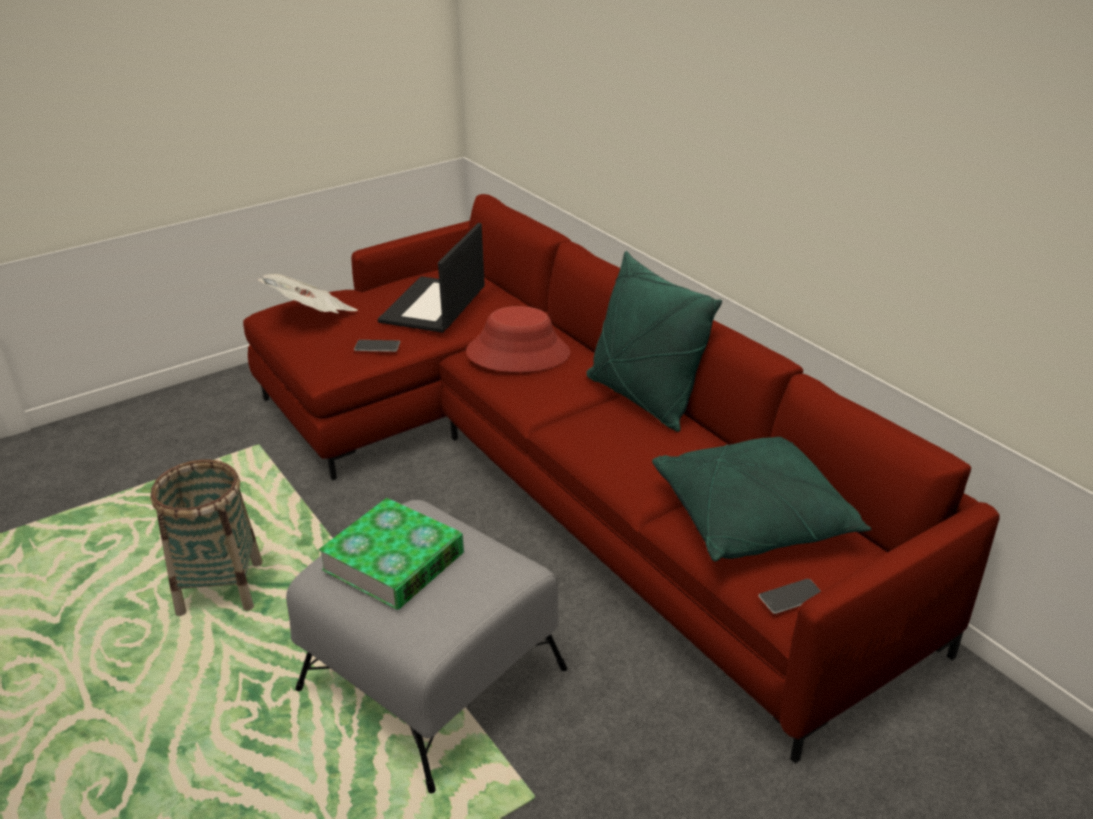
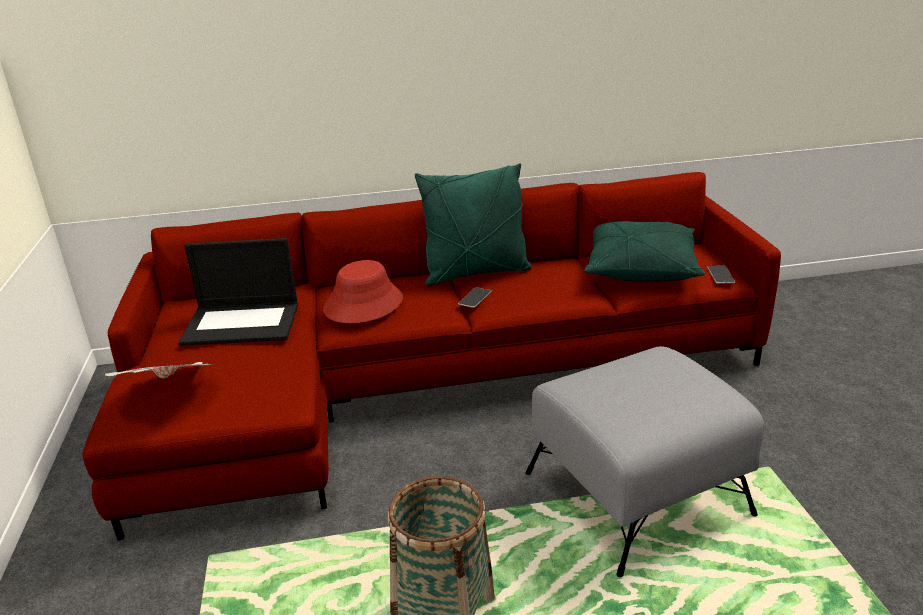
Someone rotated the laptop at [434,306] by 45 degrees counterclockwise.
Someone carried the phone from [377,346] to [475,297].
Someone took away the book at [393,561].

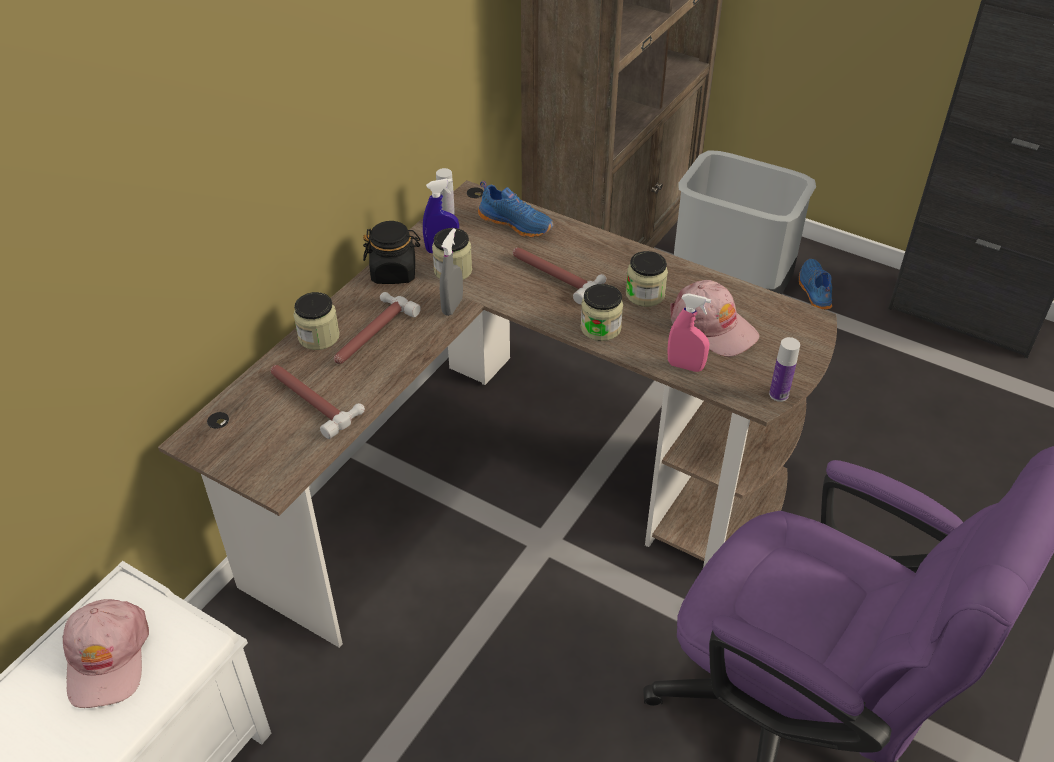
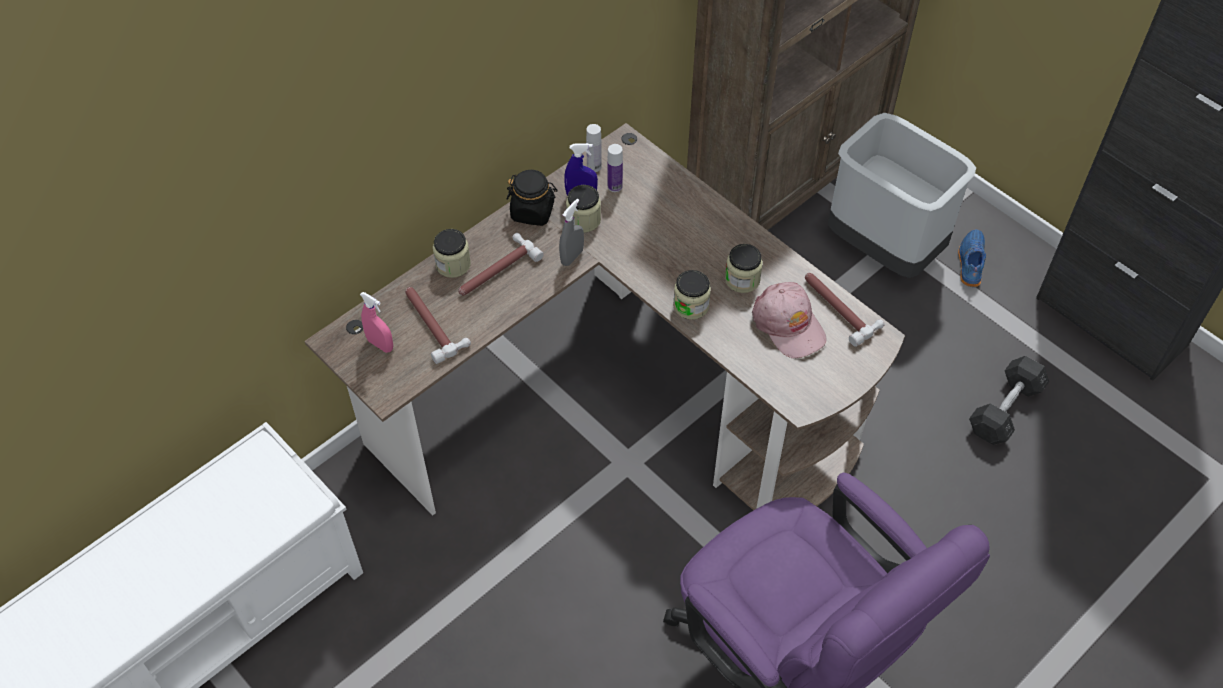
Someone took away the shoe (blue) at [516,223].
Someone carried the hammer from [554,274] to [838,307].
Someone carried the spray bottle (pink) from [685,366] to [380,344].
Someone carried the bottle from [778,394] to [615,186].
Someone took away the cap (pink) at [107,658].
Someone put down the dumbbell (grey) at [1005,409].

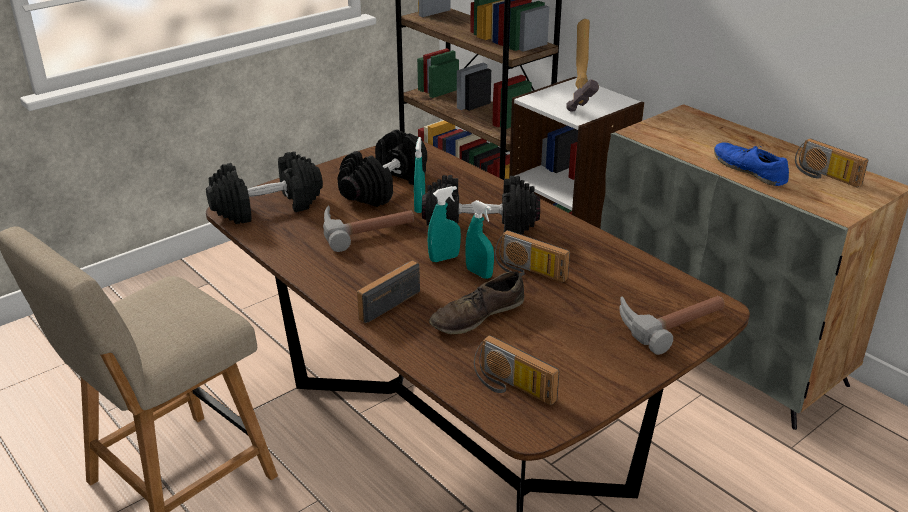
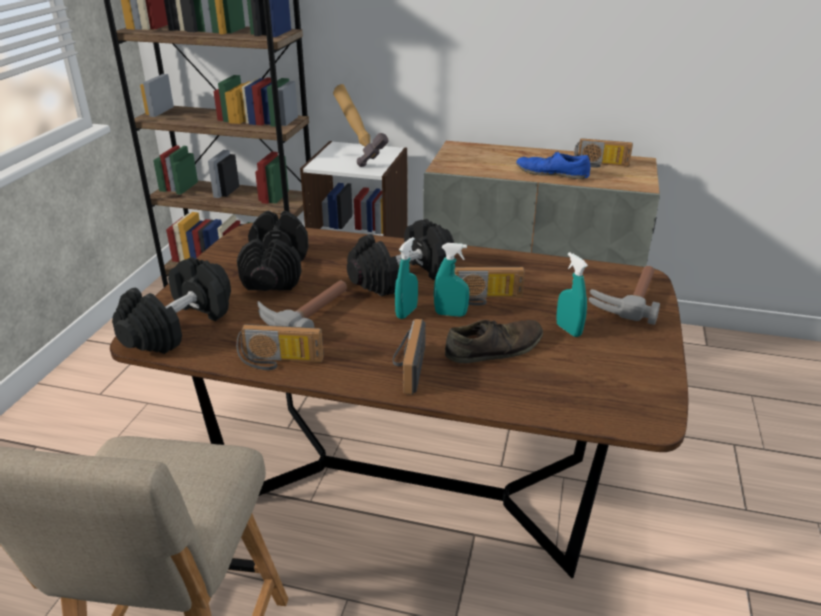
Someone carried the spray bottle (turquoise) from [419,207] to [568,330].
Someone rotated the shoe (brown) at [477,315] by 135 degrees counterclockwise.
Someone carried the radio from [511,387] to [279,362].

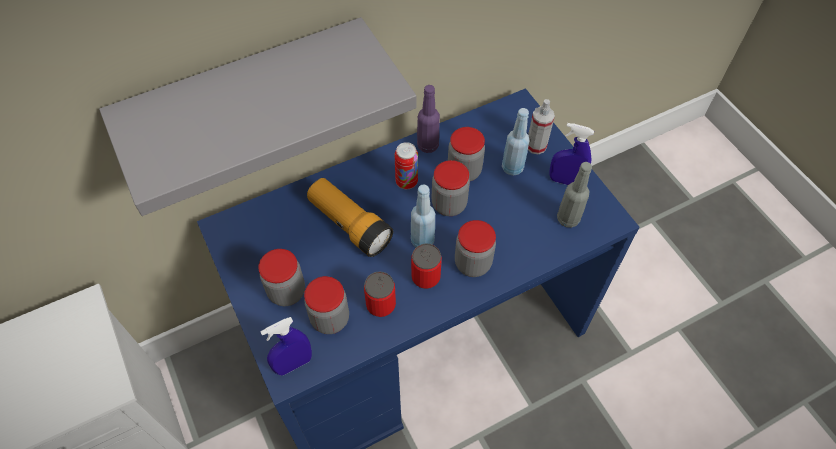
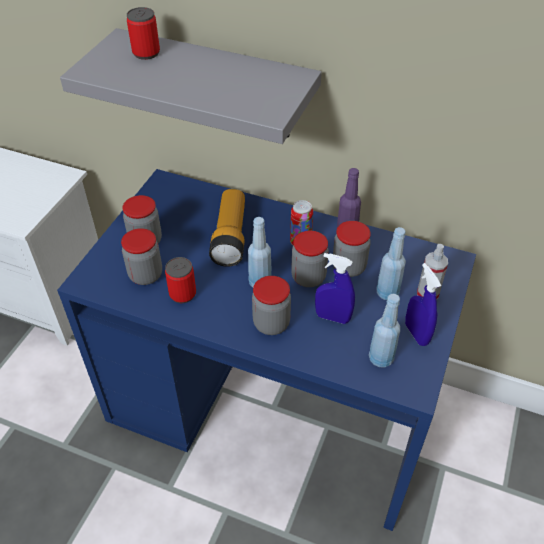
Someone repainted the bottle (grey) at [568,219], which became the bottle (blue) at [381,358].
Someone carried the can from [425,277] to [146,53].
Someone carried the spray bottle (blue) from [293,364] to [332,317].

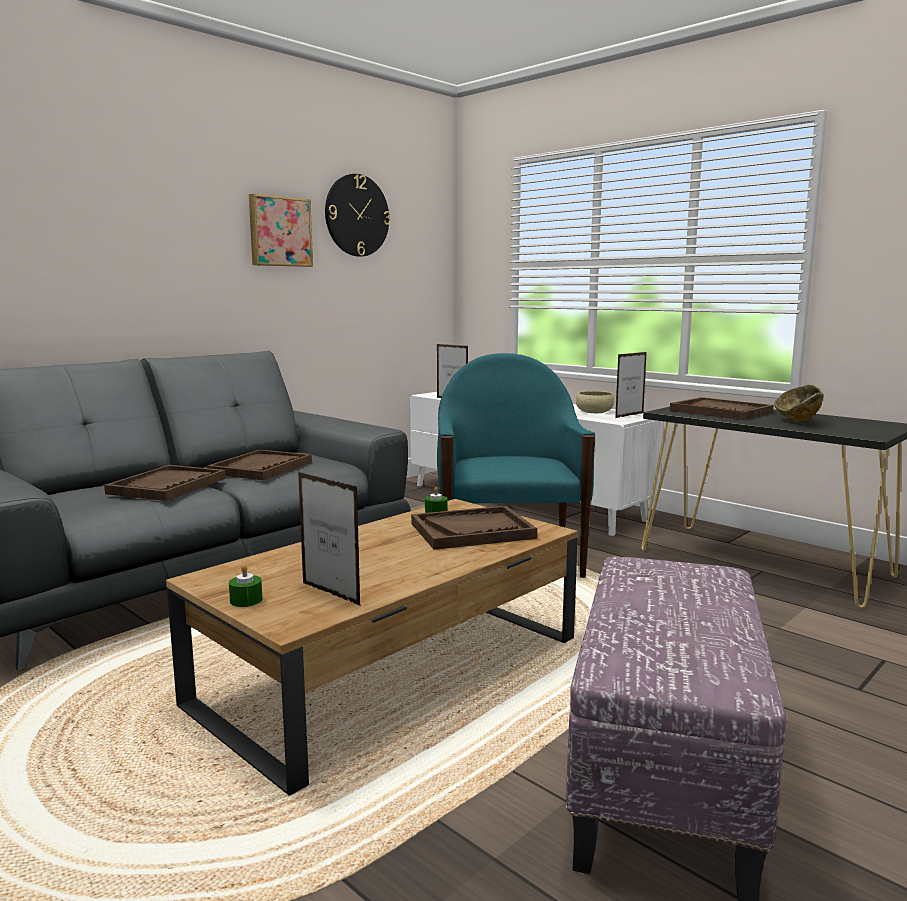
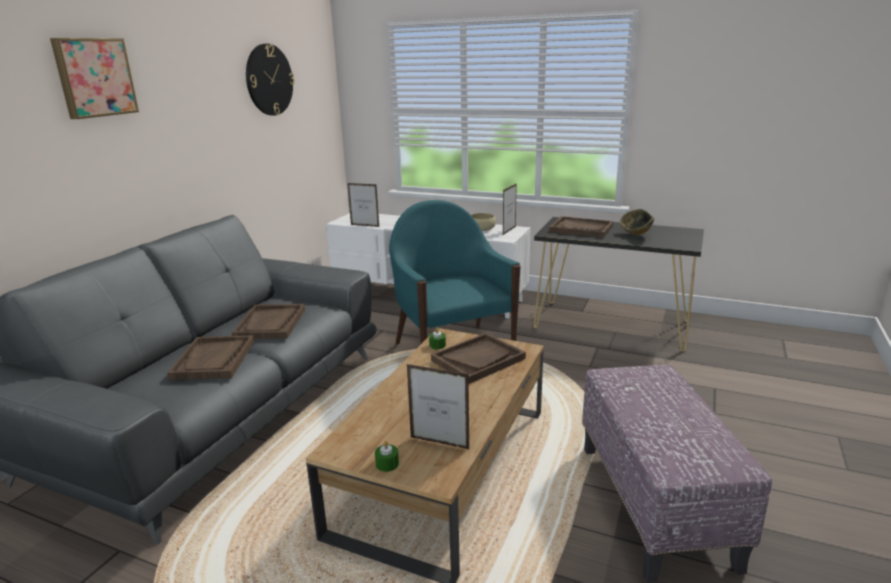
Someone carried the picture from [279,231] to [94,77].

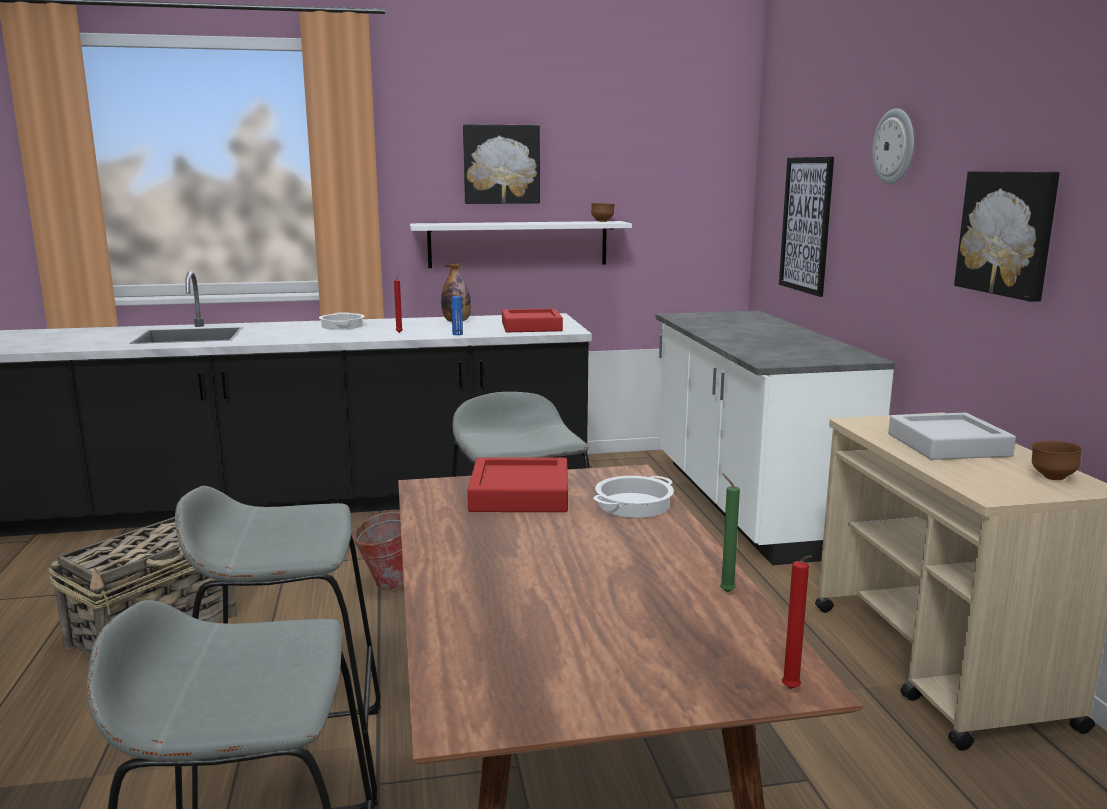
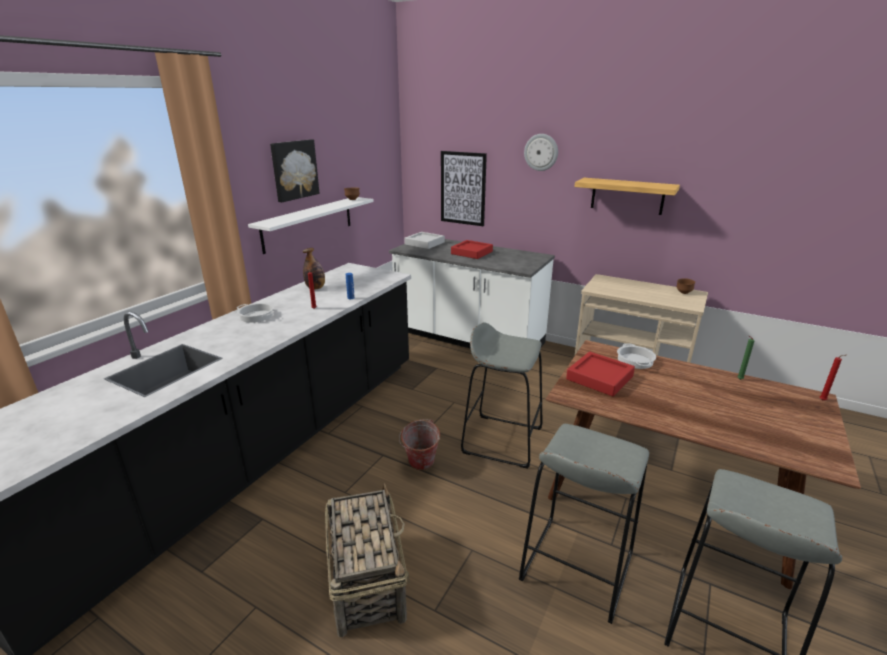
Someone swapped the picture at [1008,233] for the shelf at [627,196].
Someone carried the tray (red) from [531,327] to [471,252].
Someone carried the tray (grey) from [948,445] to [424,243].

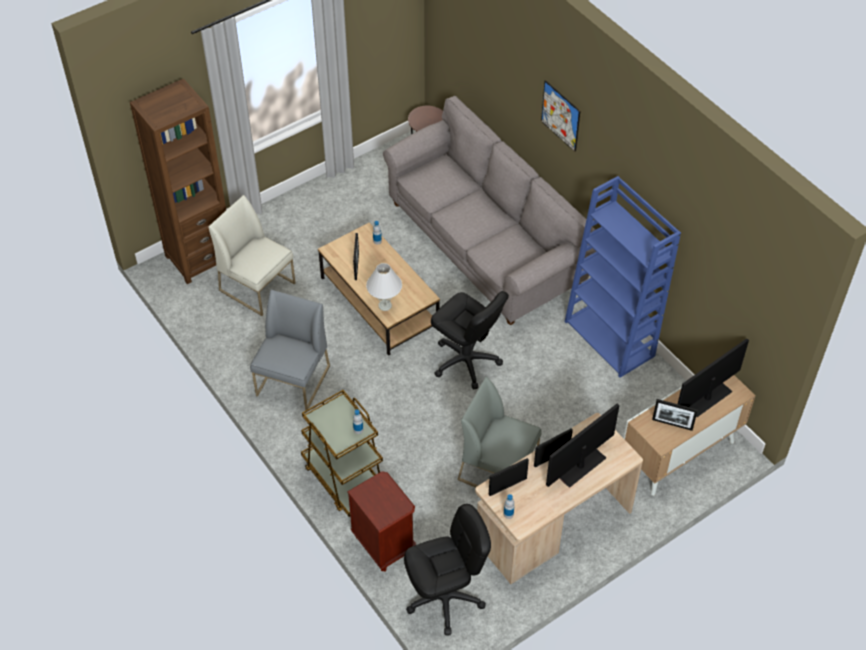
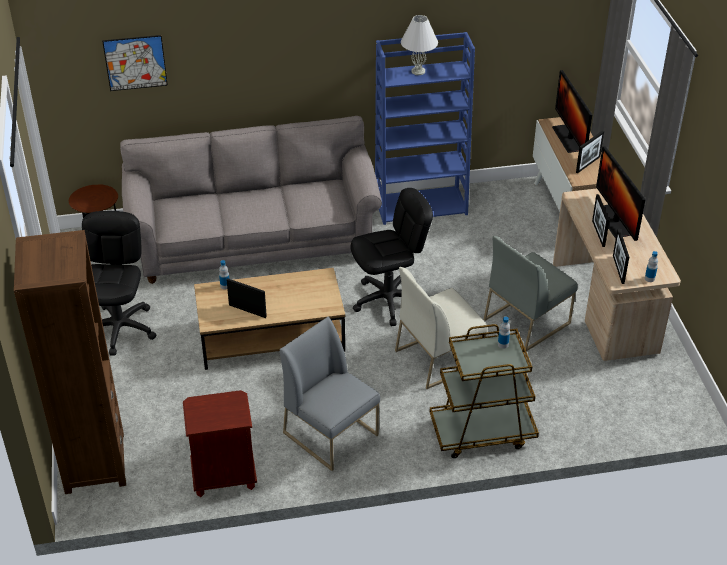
Someone carried the picture from [560,116] to [135,62].
Someone carried the chair (white) from [258,286] to [439,357].
Someone carried the table lamp (white) from [384,305] to [418,71].
Someone carried the nightstand (brown) from [384,544] to [224,477].
Someone carried the office chair (black) from [445,598] to [120,328].

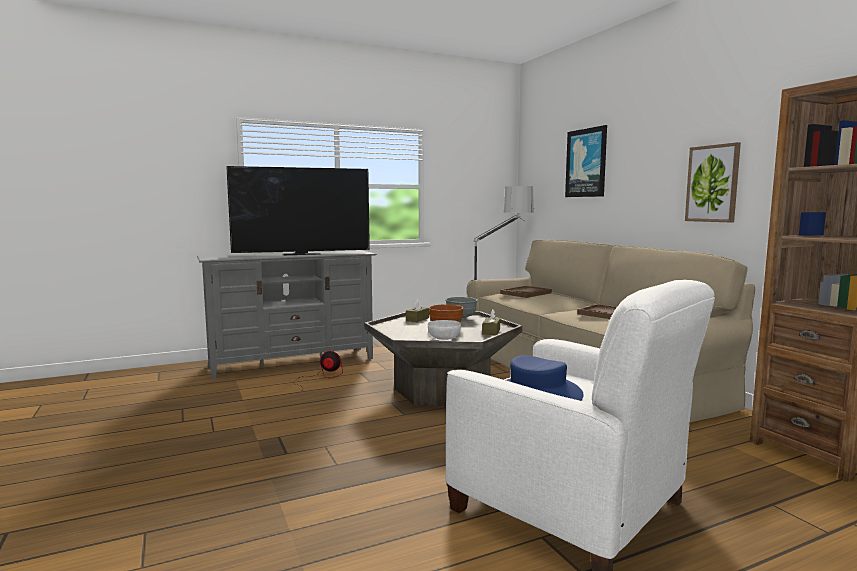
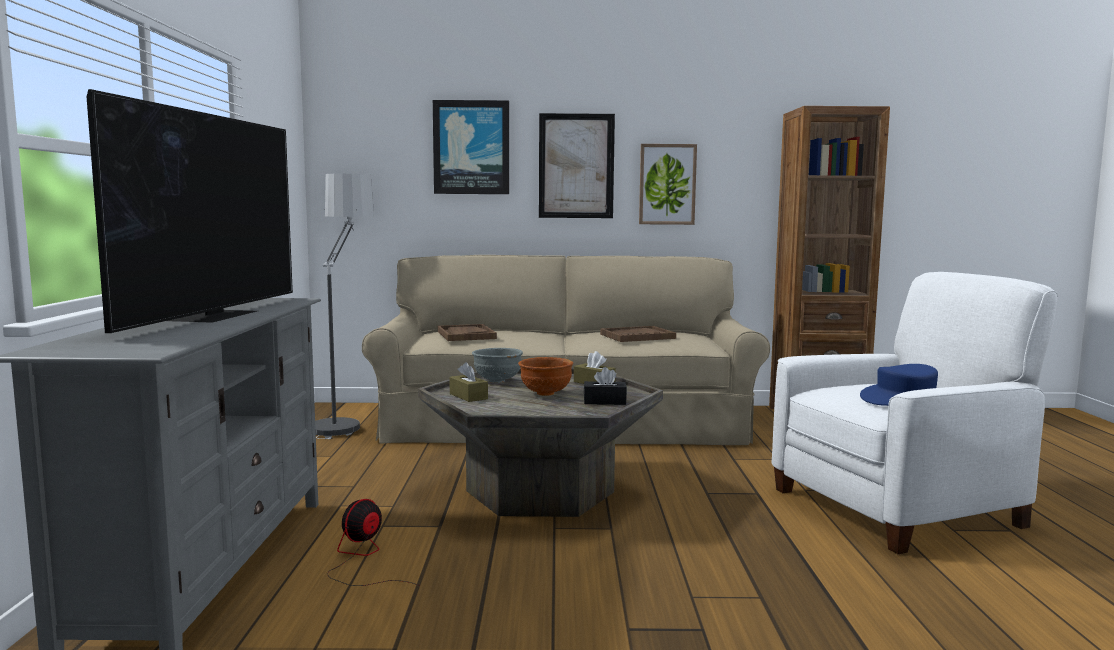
Someone swapped the bowl (white) at [444,338] for the tissue box (black) at [604,401].
Someone put up the picture at [576,166].

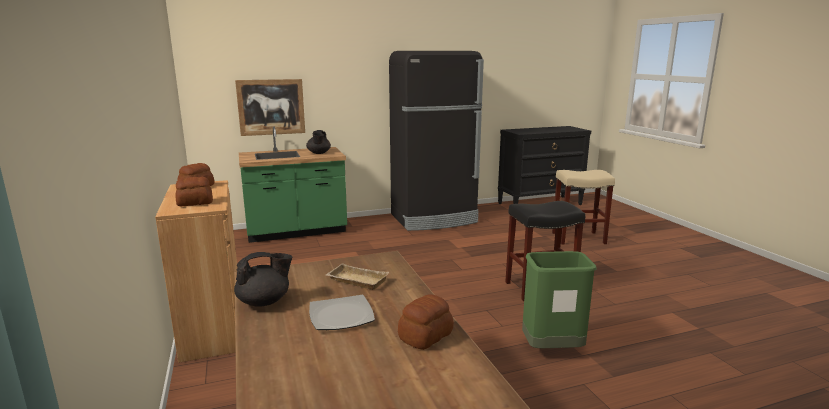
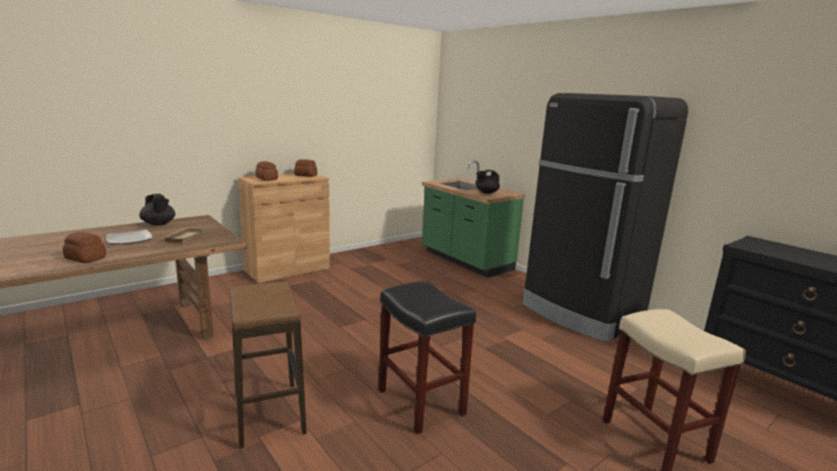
Someone took away the picture at [271,107].
Someone swapped the trash can (green) at [552,349] for the stool at [269,414].

